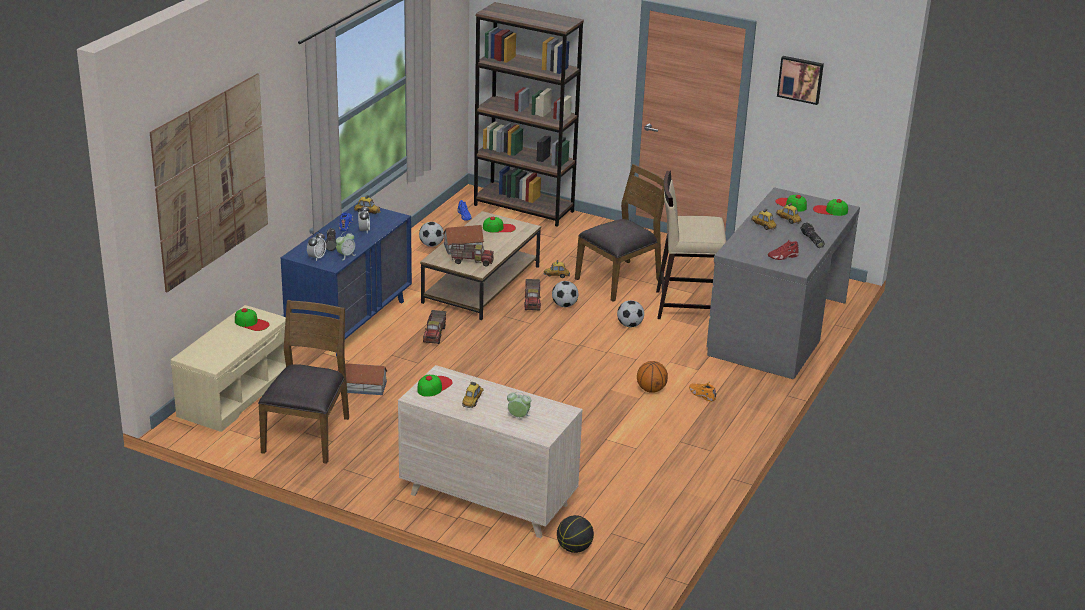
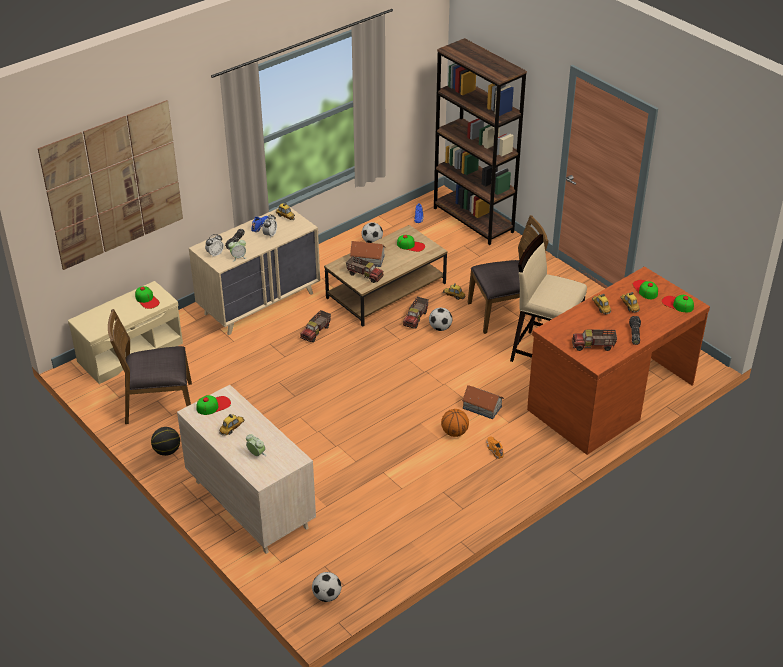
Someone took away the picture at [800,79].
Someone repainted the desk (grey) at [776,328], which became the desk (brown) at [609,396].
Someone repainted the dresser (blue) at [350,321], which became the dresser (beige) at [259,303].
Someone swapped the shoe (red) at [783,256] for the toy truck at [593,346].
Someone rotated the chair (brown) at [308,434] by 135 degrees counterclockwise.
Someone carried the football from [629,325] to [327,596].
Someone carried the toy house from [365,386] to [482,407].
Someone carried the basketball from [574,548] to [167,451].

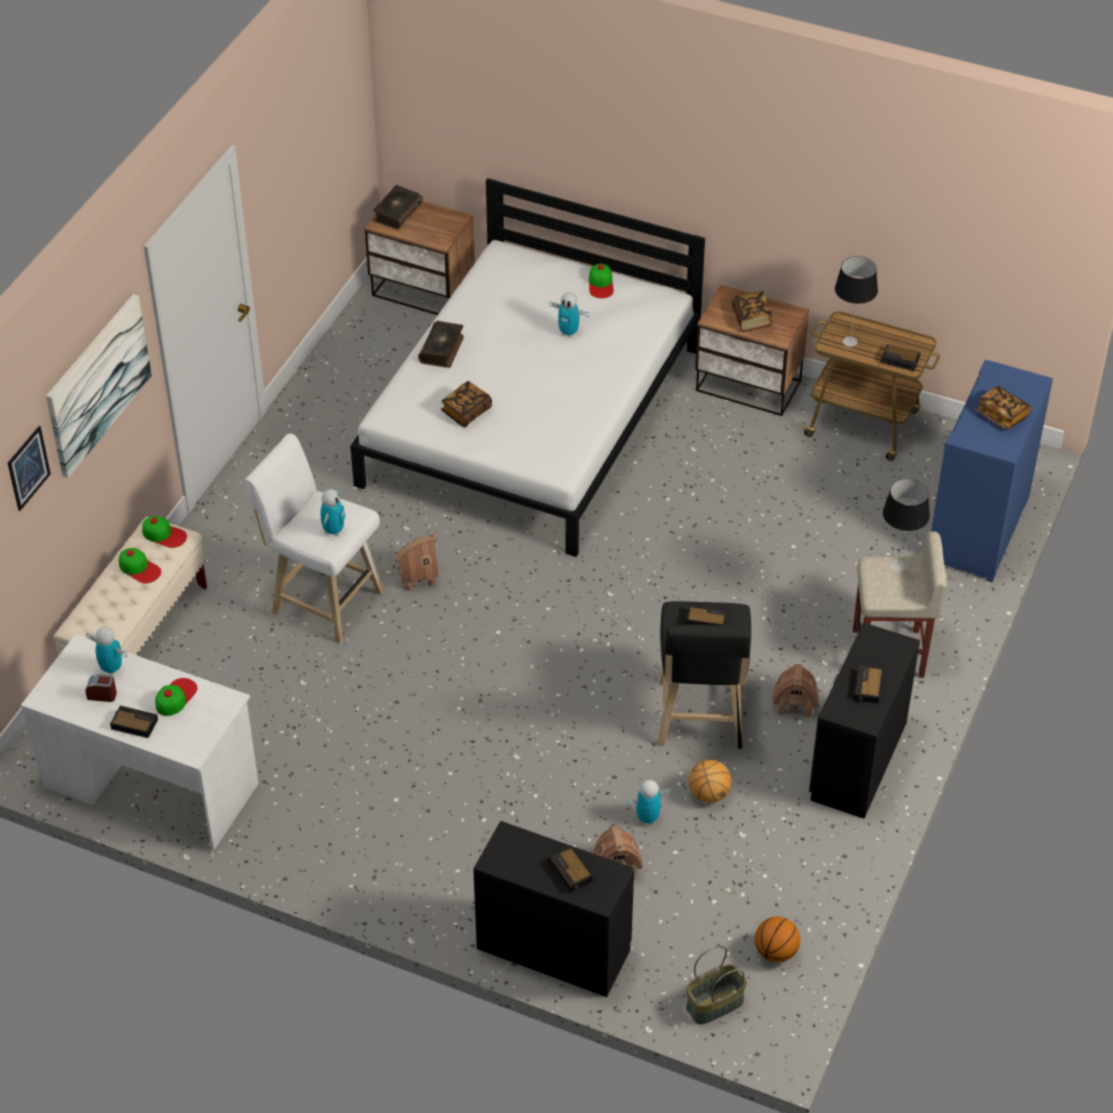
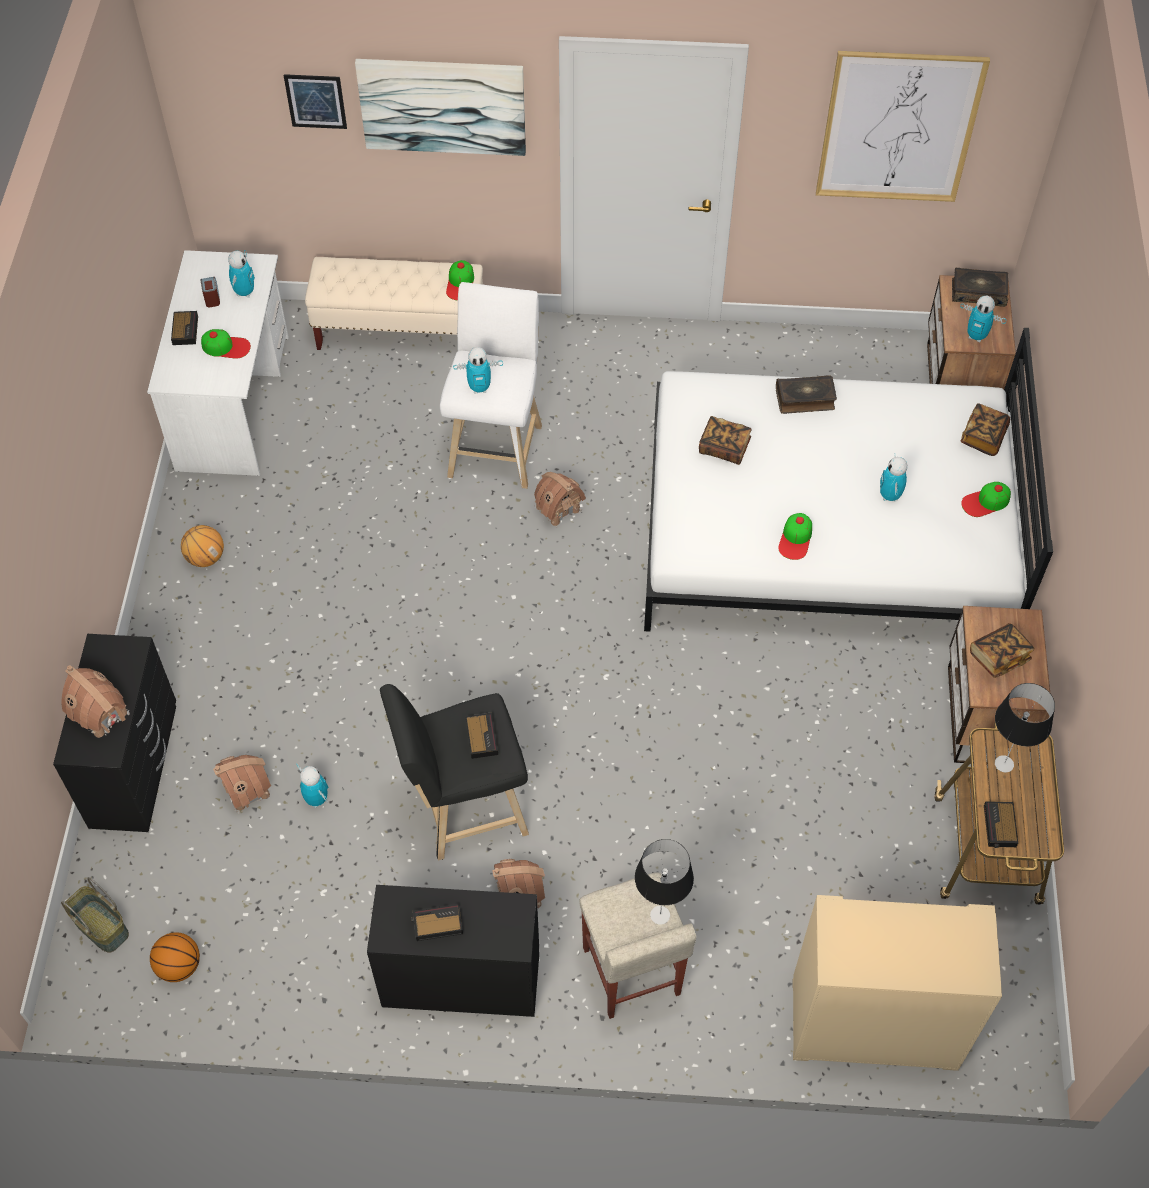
Someone repainted the cabinet (blue) at [979,530], which became the cabinet (beige) at [873,1025].
Someone carried the book from [1002,415] to [983,437].
Someone carried the cap from [139,568] to [795,539].
Someone carried the basketball from [708,794] to [205,558].
Someone swapped the alarm clock at [571,872] for the toy house at [100,715].
Someone put up the picture at [898,127].
Someone put down the toy robot at [976,336].

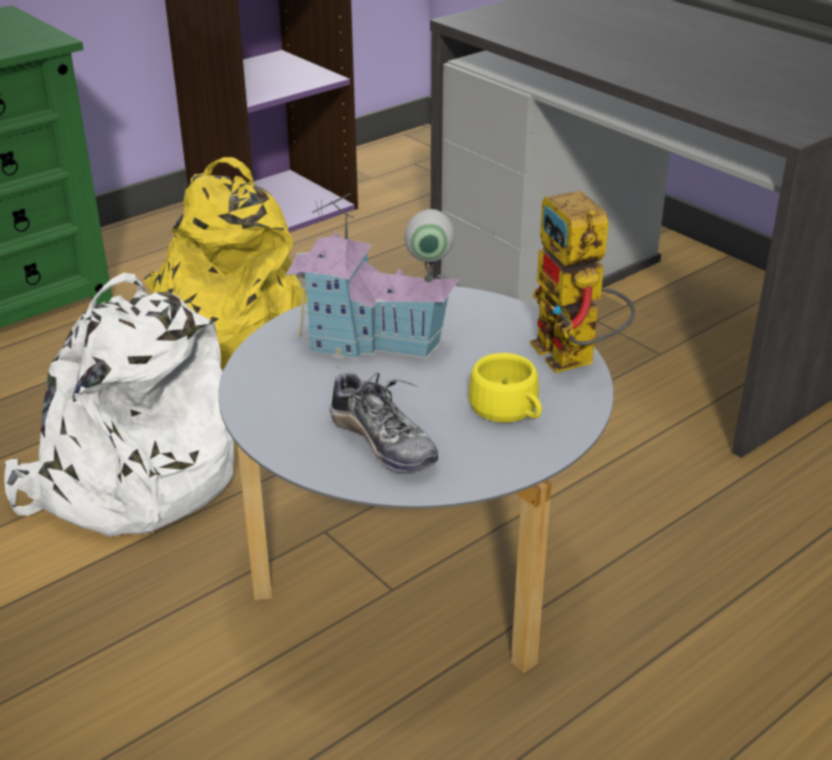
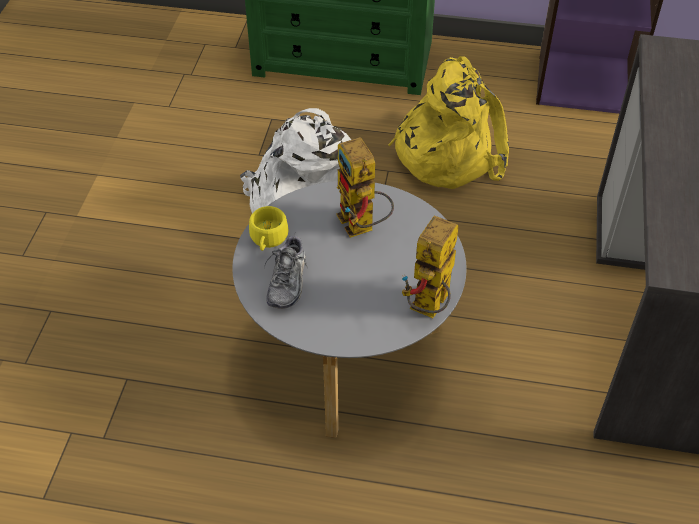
Someone swapped the toy house at [372,343] for the toy robot at [362,227].
Someone carried the cup (yellow) from [508,410] to [268,239].

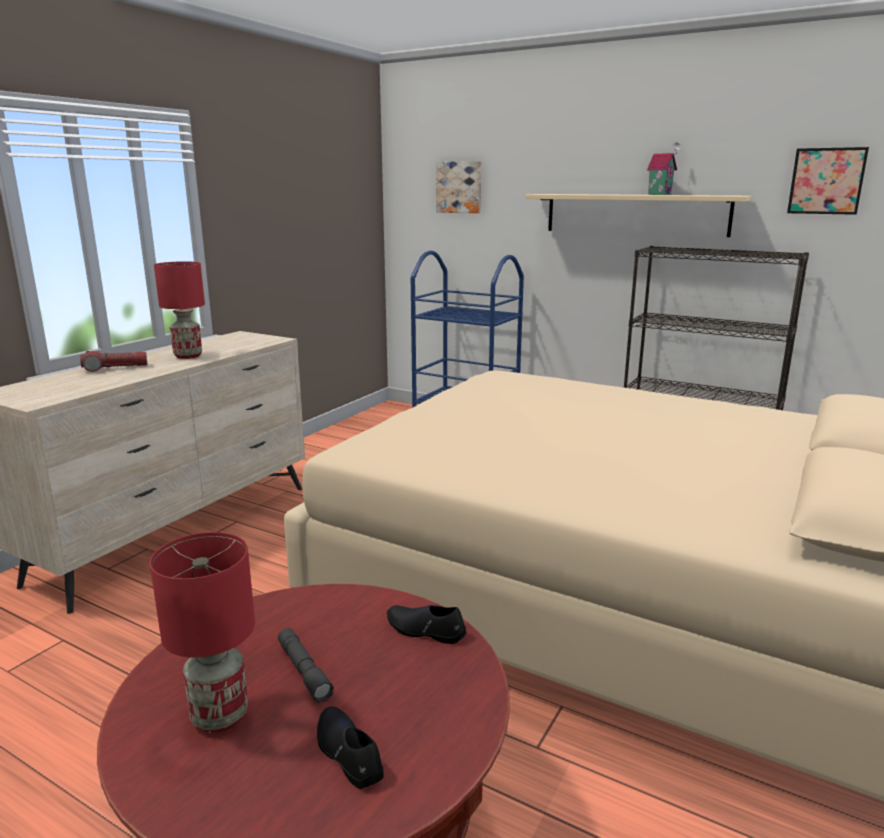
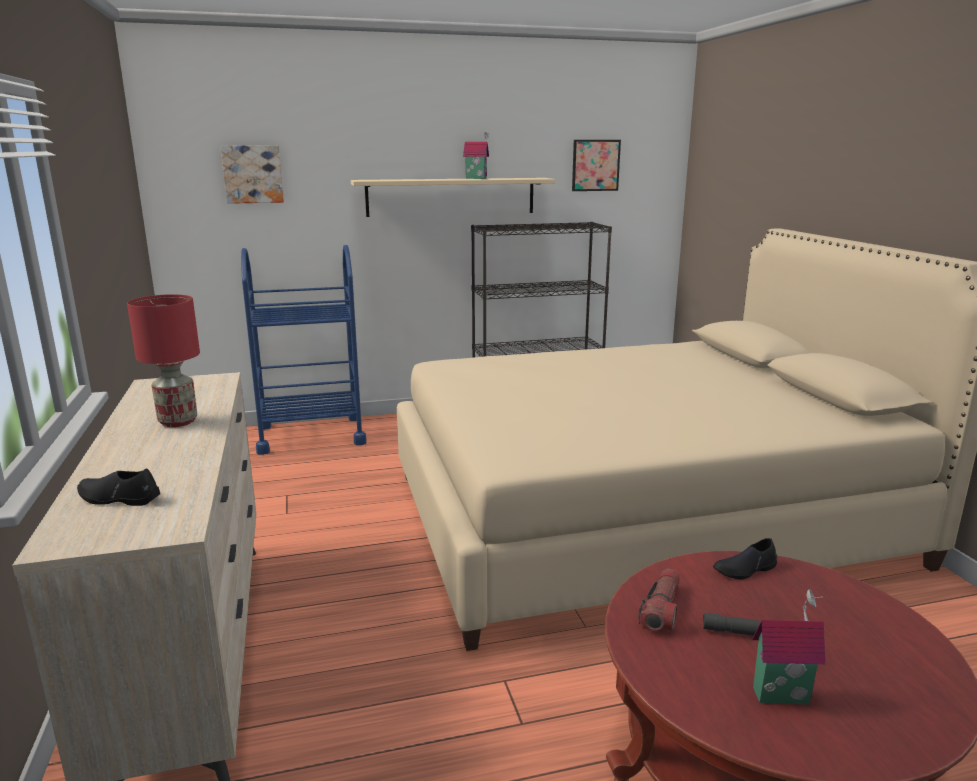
Someone carried the flashlight from [115,368] to [661,609].
Someone swapped the table lamp (red) at [220,715] for the toy house at [780,693].
Someone carried the shoe (black) from [348,753] to [118,498].

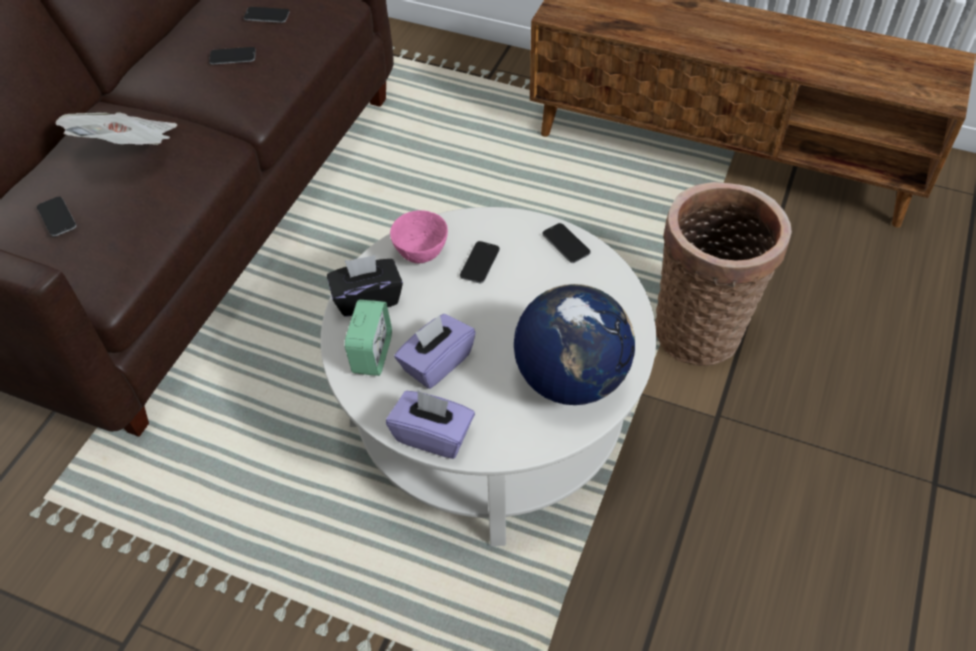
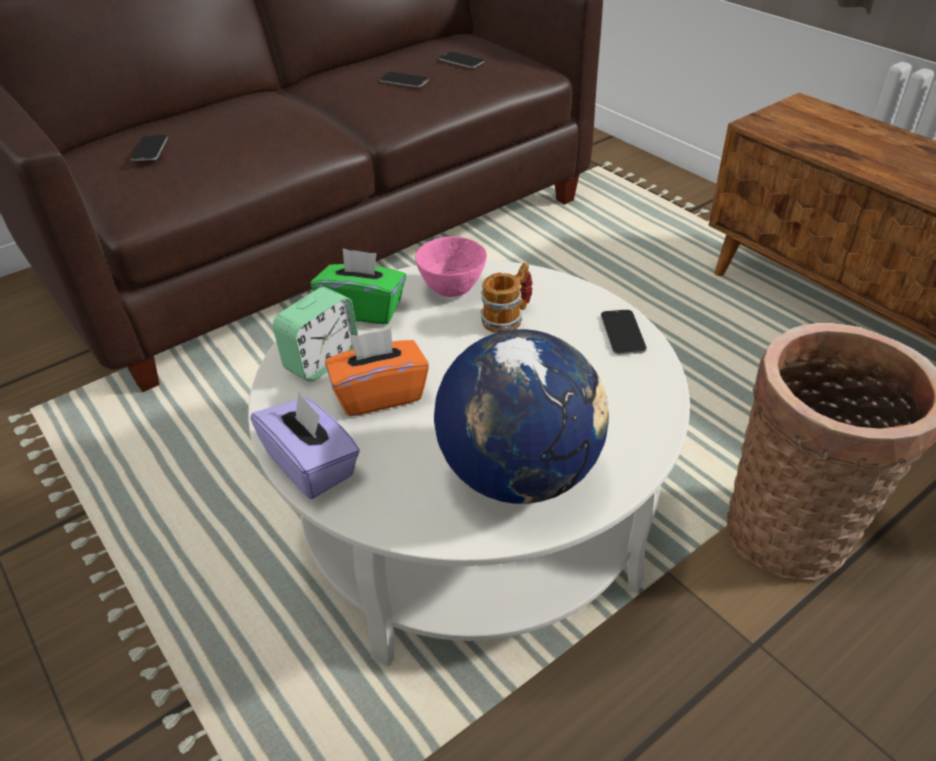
Someone took away the newspaper at [129,149].
Someone swapped the phone at [480,263] for the mug at [508,318].
Someone repainted the tissue box (black) at [367,298], which became the tissue box (green) at [363,309].
Someone repainted the tissue box (purple) at [436,363], which became the tissue box (orange) at [379,394].

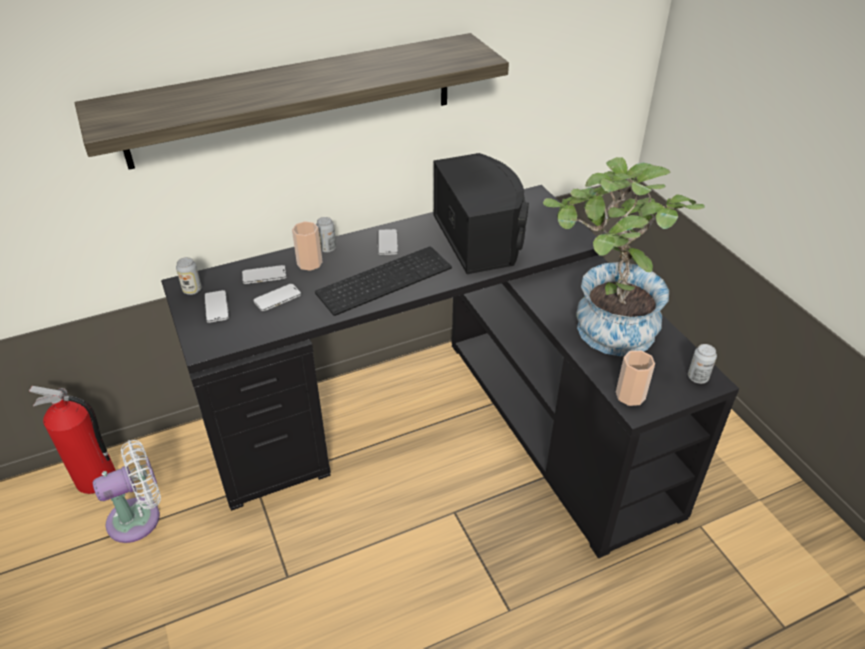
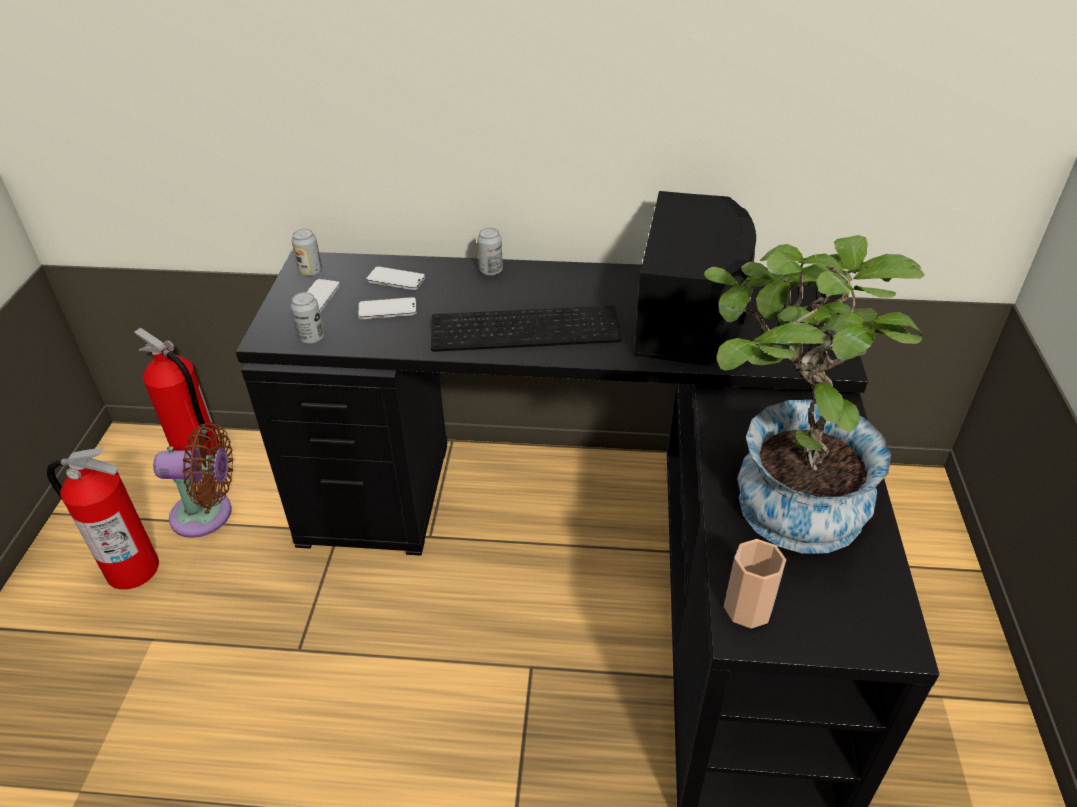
Someone took away the shelf at [293,100].
Someone took away the cup at [309,263].
Someone took away the phone at [387,243].
Someone carried the can from [697,377] to [311,338].
Someone repainted the fan (white) at [140,517], which became the fan (brown) at [208,514].
Someone put down the fire extinguisher at [132,569].

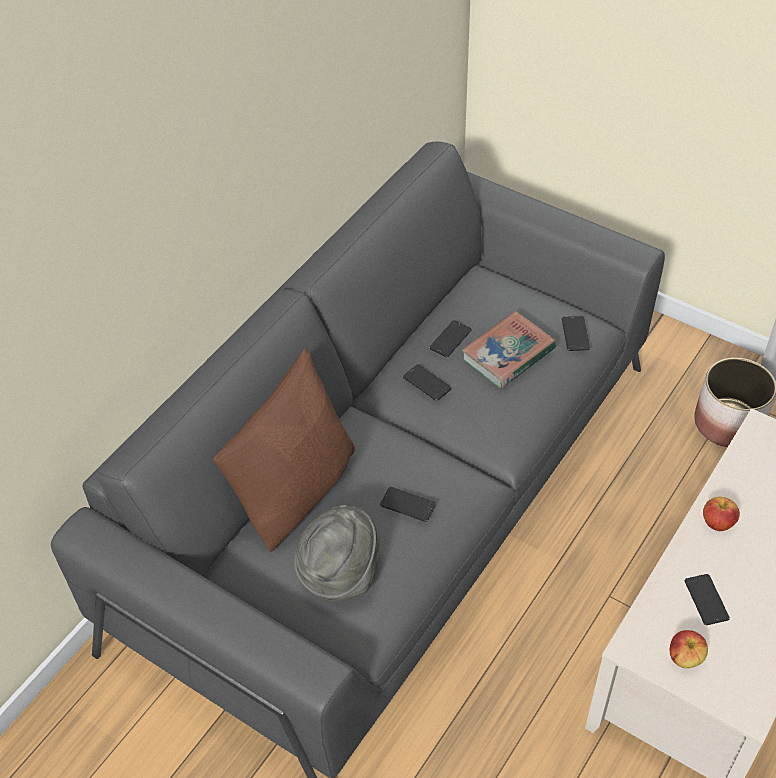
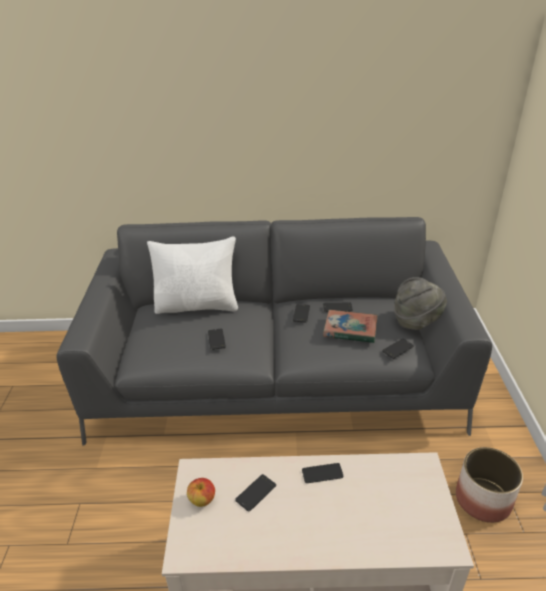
Someone repainted the pillow (brown) at [296,489], which became the pillow (white) at [197,305].
Someone swapped the apple at [717,523] for the phone at [322,473].
Someone carried the hat (grey) from [339,573] to [416,321].

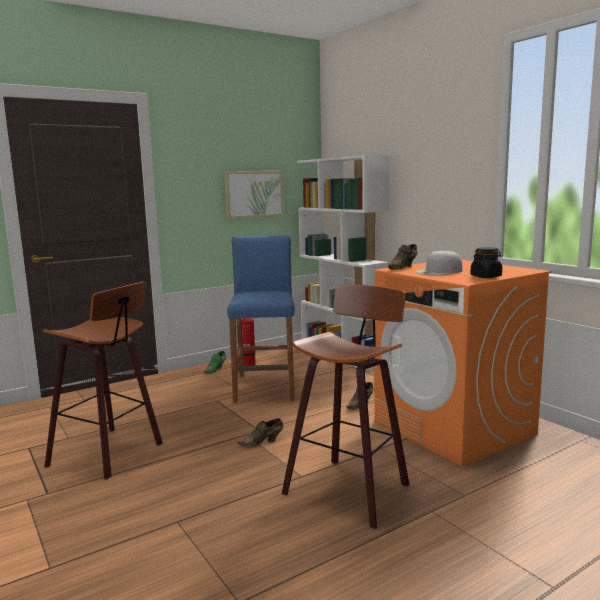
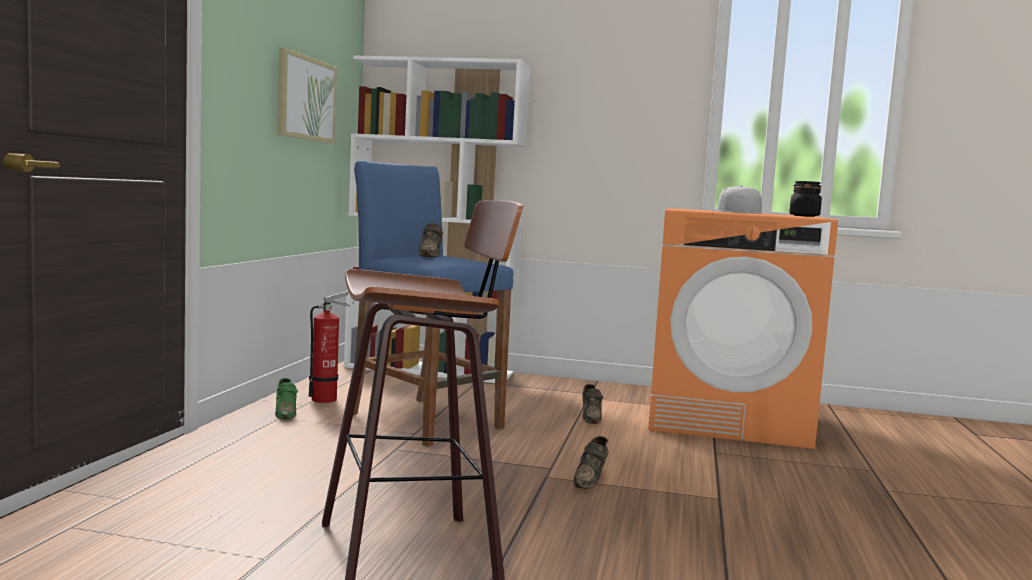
Someone carried the shoe (brown) from [403,267] to [430,255].
Someone took away the stool at [350,488].

